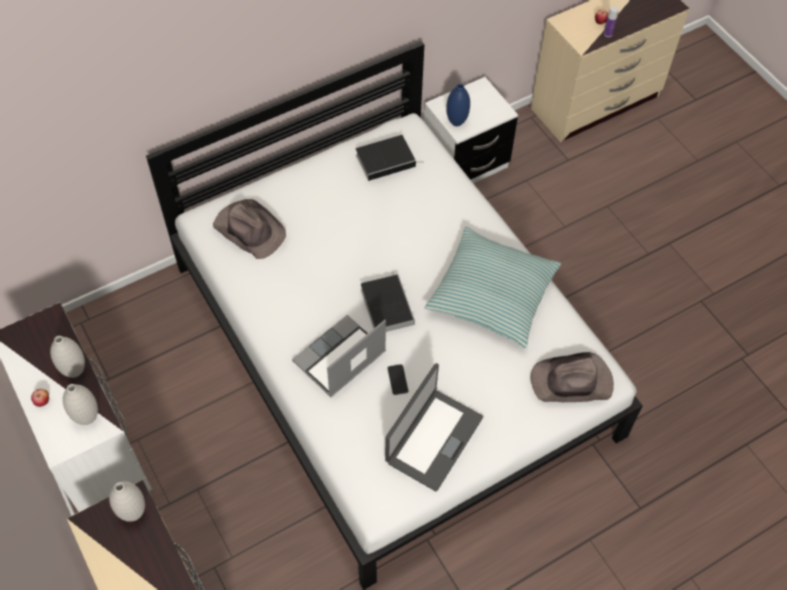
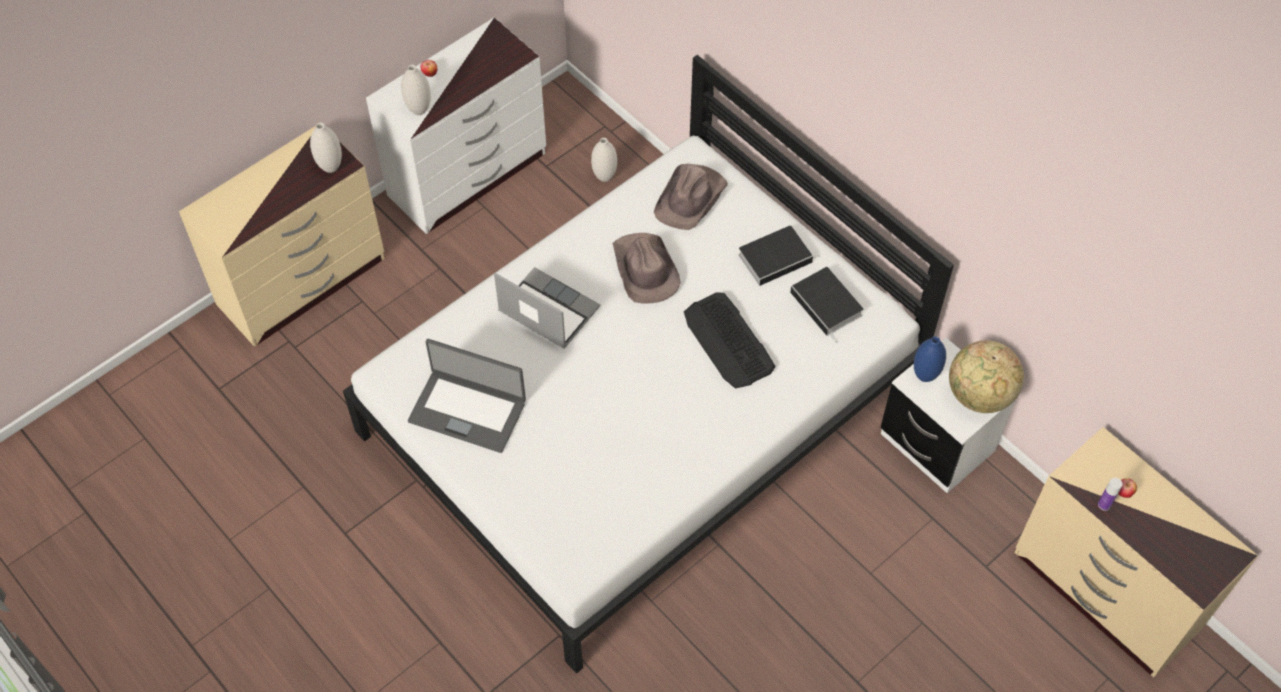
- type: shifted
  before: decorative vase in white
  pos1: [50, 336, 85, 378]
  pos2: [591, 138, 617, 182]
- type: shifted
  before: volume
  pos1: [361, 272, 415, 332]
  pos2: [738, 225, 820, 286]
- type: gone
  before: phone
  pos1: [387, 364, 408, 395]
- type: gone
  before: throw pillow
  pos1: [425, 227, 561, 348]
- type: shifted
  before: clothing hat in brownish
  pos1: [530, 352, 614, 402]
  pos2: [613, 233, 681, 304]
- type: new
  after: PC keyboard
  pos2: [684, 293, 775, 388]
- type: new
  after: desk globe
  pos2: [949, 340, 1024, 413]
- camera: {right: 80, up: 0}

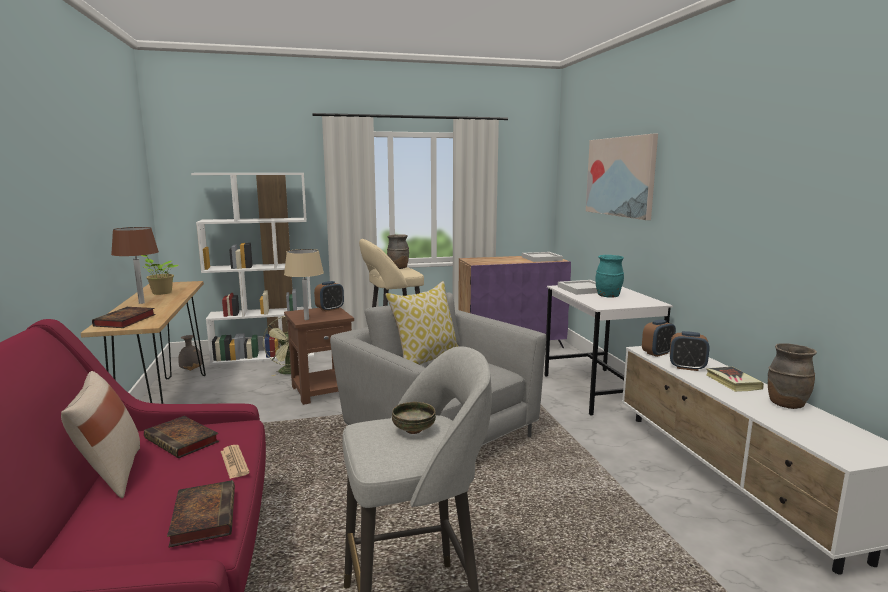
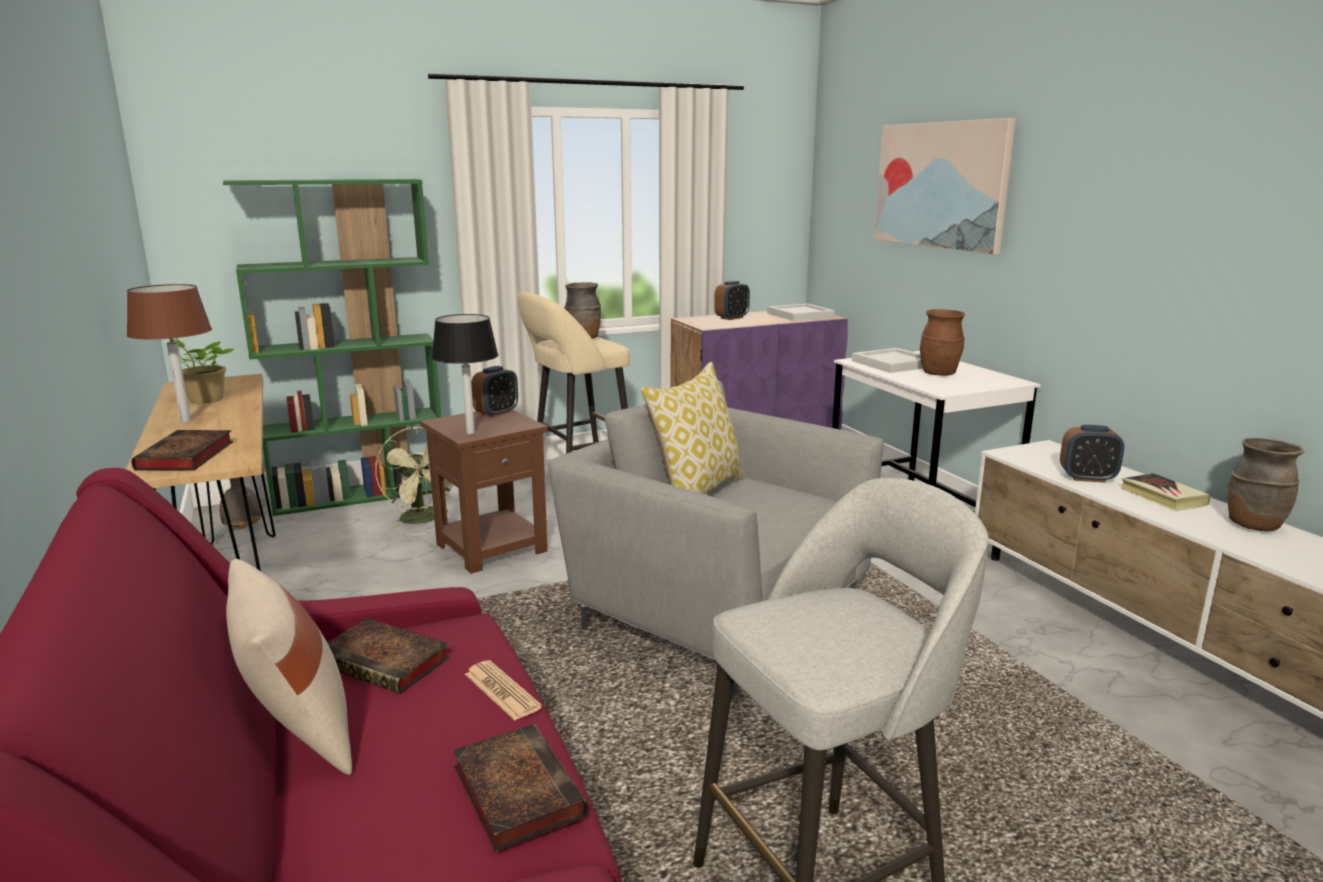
- type: repainted
  before: bookshelf in white
  after: bookshelf in green-coloured
  pos1: [191, 173, 314, 365]
  pos2: [223, 179, 447, 516]
- type: repainted
  before: lamp for a table in beige
  after: lamp for a table in black-coloured
  pos1: [284, 249, 324, 320]
  pos2: [432, 314, 498, 434]
- type: gone
  before: deep dish
  pos1: [392, 402, 436, 434]
- type: repainted
  before: decorative vase in blue-green
  after: decorative vase in brownish
  pos1: [595, 255, 624, 298]
  pos2: [920, 309, 965, 376]
- type: shifted
  before: table clock
  pos1: [642, 319, 676, 357]
  pos2: [714, 281, 750, 320]
- camera: {right: -10, up: 5}

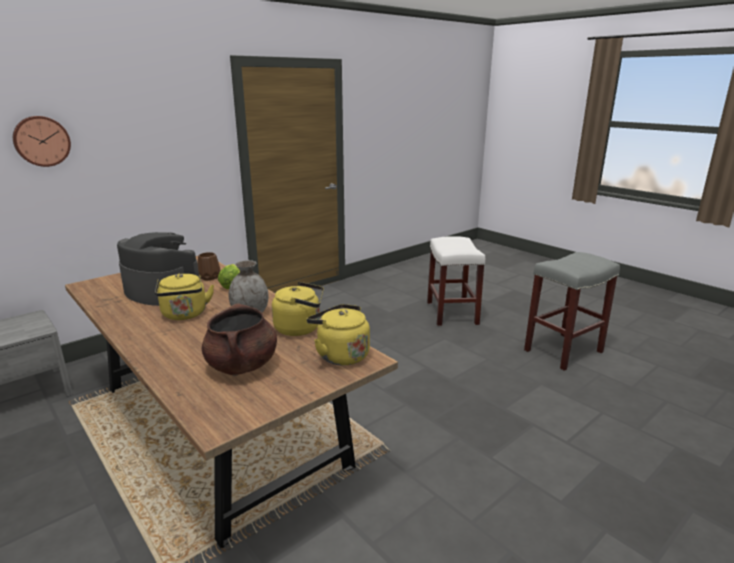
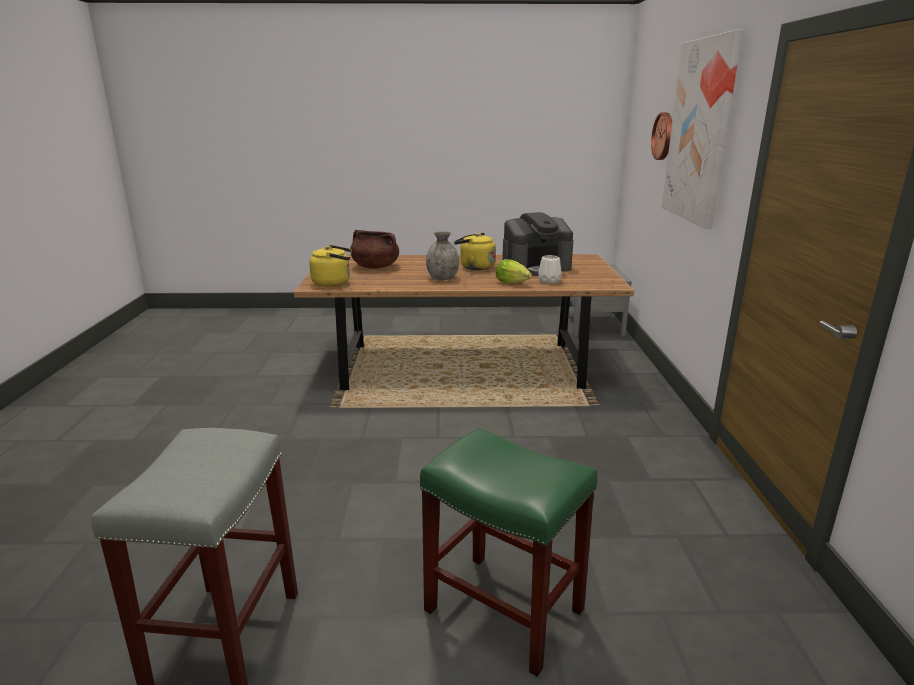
- type: repainted
  before: decorative vase in brownish
  after: decorative vase in white
  pos1: [198, 252, 221, 281]
  pos2: [538, 255, 561, 284]
- type: gone
  before: water kettle in yellowish
  pos1: [272, 282, 324, 336]
- type: repainted
  before: stool seat in white
  after: stool seat in green-coloured
  pos1: [427, 236, 485, 326]
  pos2: [420, 428, 598, 677]
- type: new
  after: picture
  pos2: [662, 29, 743, 229]
- camera: {right: 130, up: 0}

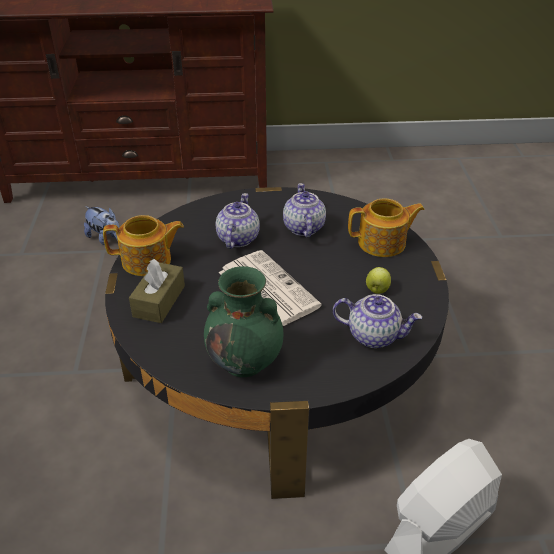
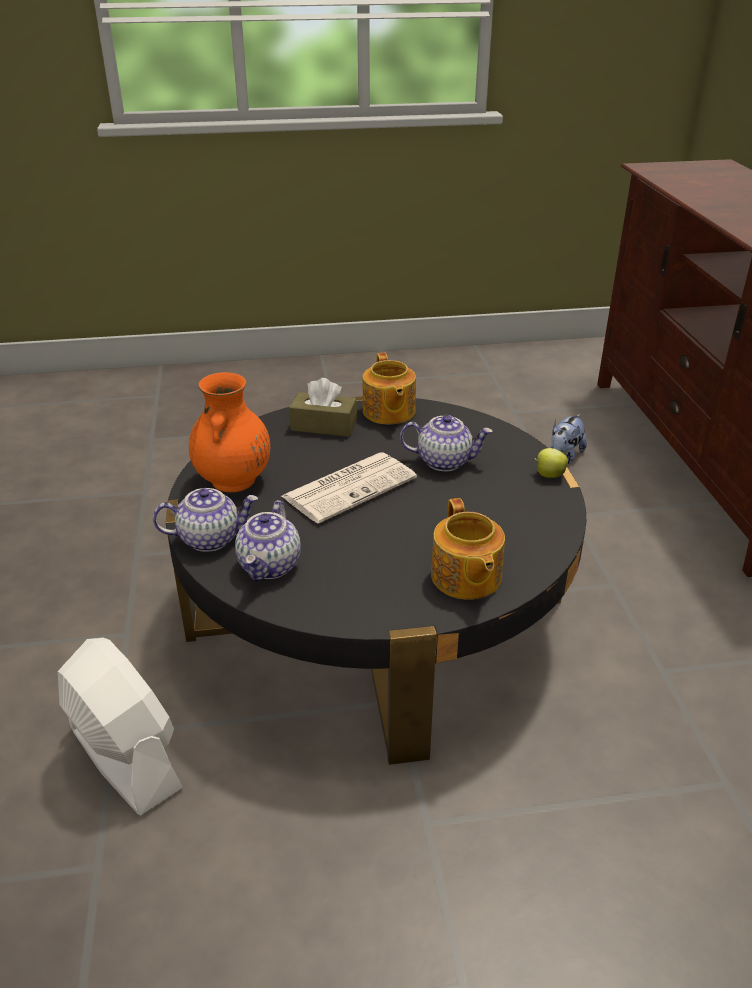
- type: repainted
  before: decorative vase in green-coloured
  after: decorative vase in orange-coloured
  pos1: [204, 266, 284, 377]
  pos2: [189, 372, 270, 492]
- type: shifted
  before: pot for tea
  pos1: [283, 183, 326, 237]
  pos2: [153, 488, 258, 552]
- type: shifted
  before: whole apple
  pos1: [366, 267, 391, 294]
  pos2: [534, 448, 568, 478]
- camera: {right: 85, up: -5}

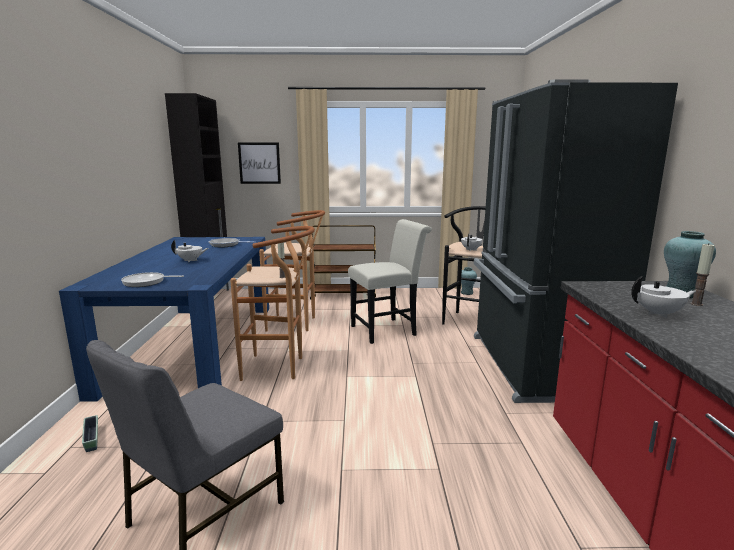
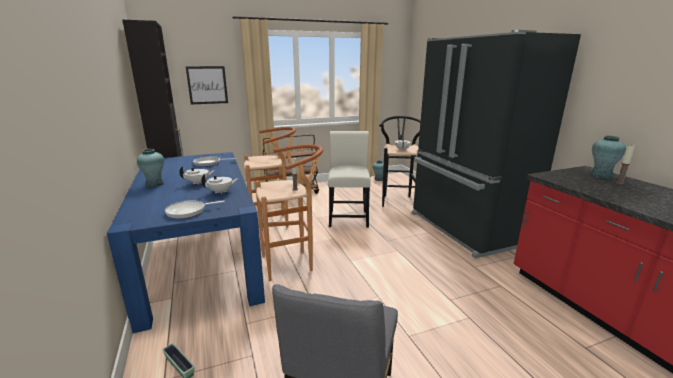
- type: rotated
  before: chair in white
  pos1: [348, 219, 432, 344]
  pos2: [328, 131, 370, 228]
  turn: -45
- type: shifted
  before: pot for tea in white
  pos1: [631, 276, 696, 318]
  pos2: [201, 174, 239, 195]
- type: new
  after: decorative vase in blue-green
  pos2: [137, 149, 164, 187]
- camera: {right: -20, up: 5}

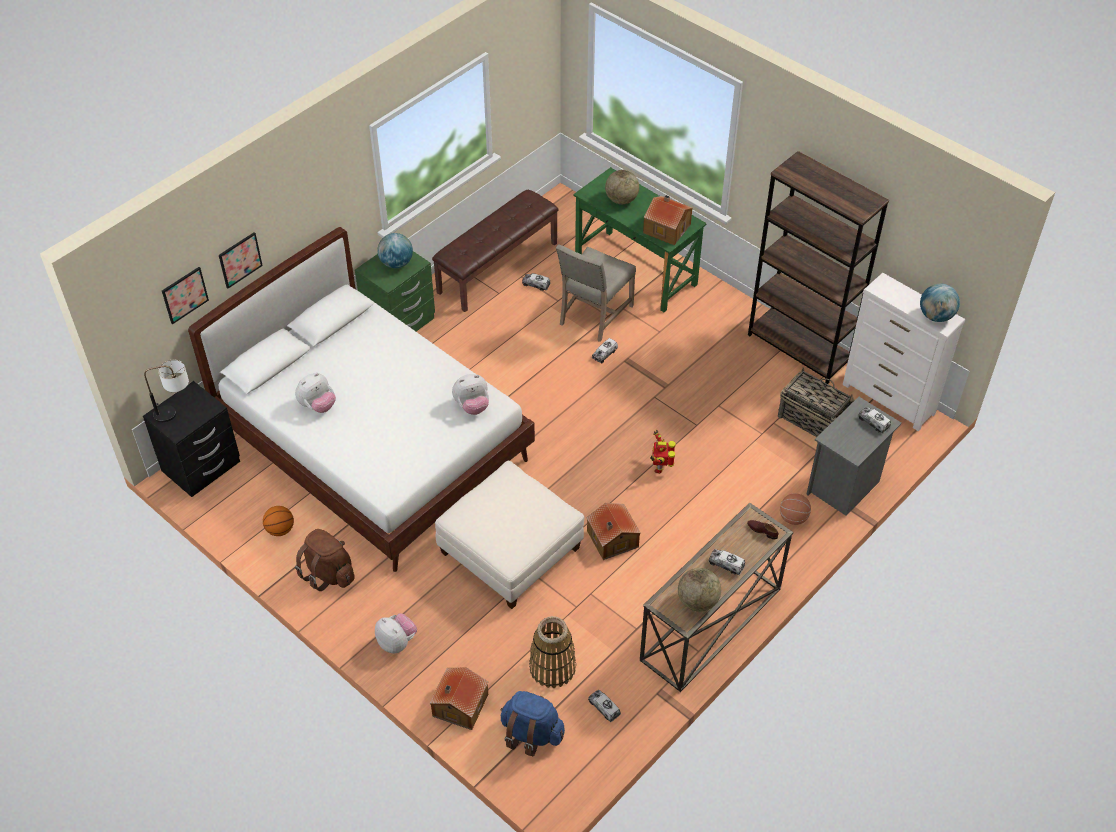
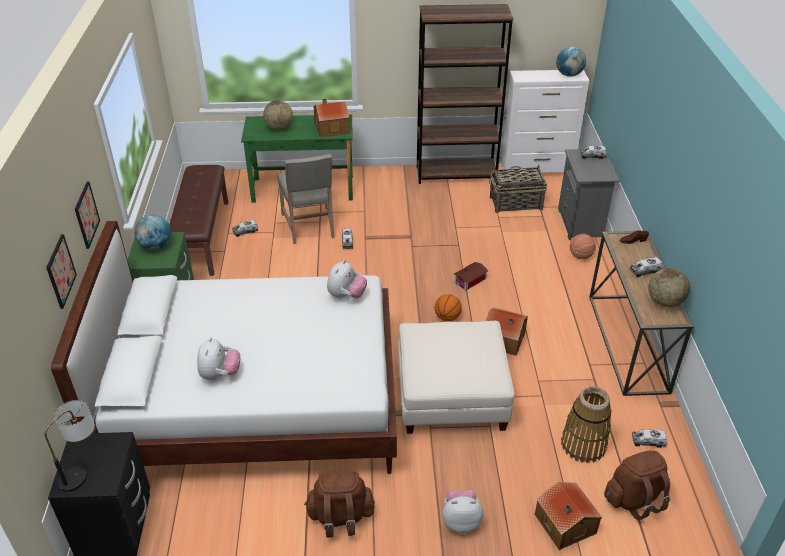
- type: shifted
  before: picture
  pos1: [162, 267, 209, 324]
  pos2: [75, 181, 100, 249]
- type: shifted
  before: ball for basketball
  pos1: [263, 506, 294, 536]
  pos2: [435, 294, 462, 321]
- type: repainted
  before: knapsack in blue-coloured
  after: knapsack in brownish
  pos1: [500, 691, 565, 756]
  pos2: [604, 451, 670, 520]
- type: swapped
  before: model robot
  after: miniature house
  pos1: [650, 430, 675, 473]
  pos2: [454, 262, 488, 290]
- camera: {right: -45, up: -10}

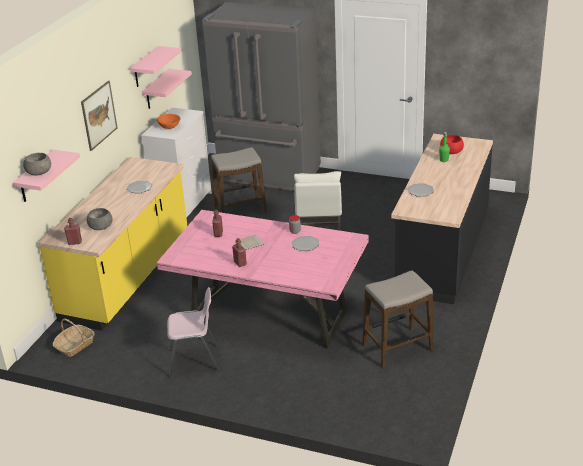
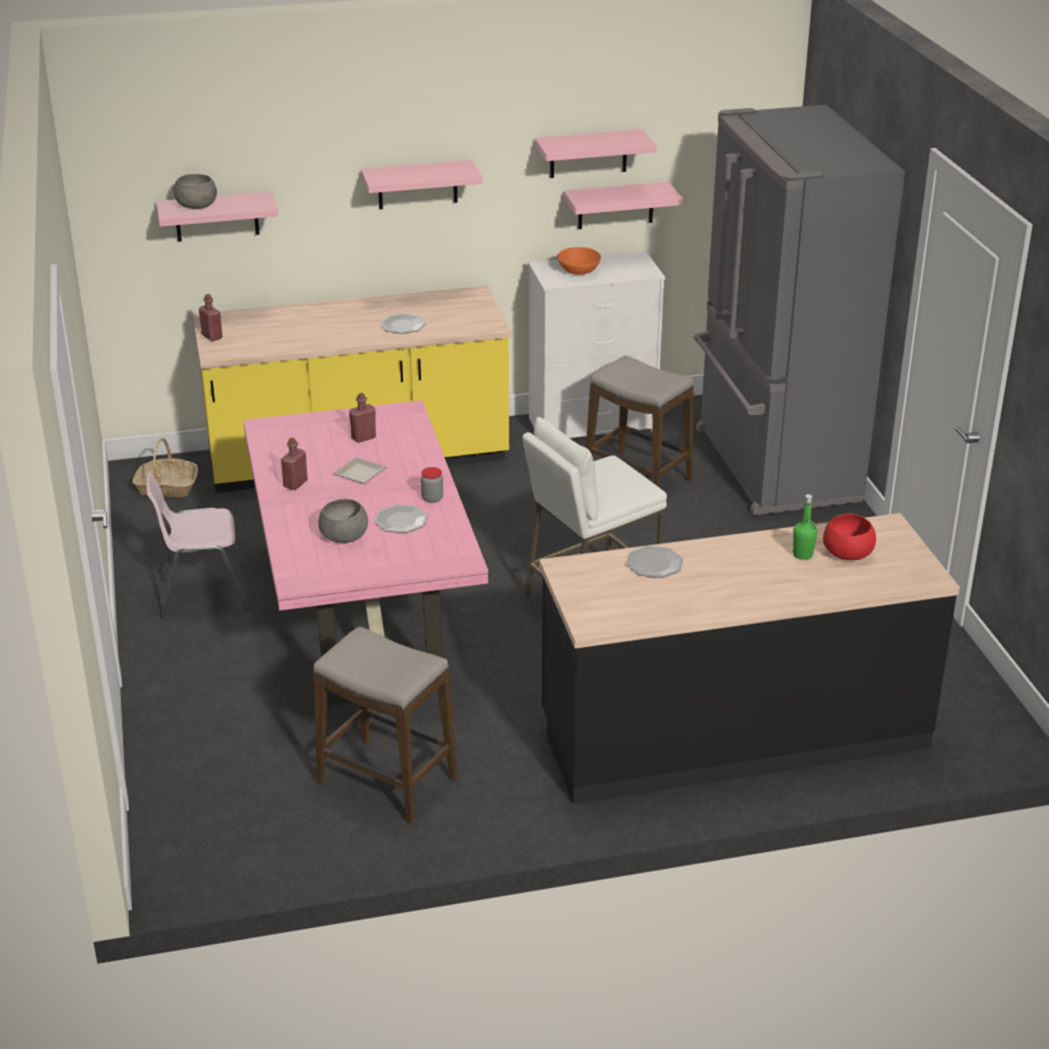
- type: swapped
  before: picture
  after: wall shelf in pinkish
  pos1: [81, 81, 117, 151]
  pos2: [361, 160, 483, 209]
- type: shifted
  before: deep dish in gray
  pos1: [87, 208, 112, 230]
  pos2: [318, 499, 368, 543]
- type: rotated
  before: chair in pinkish
  pos1: [167, 287, 220, 377]
  pos2: [146, 473, 249, 619]
  turn: 120
- camera: {right: 55, up: 0}

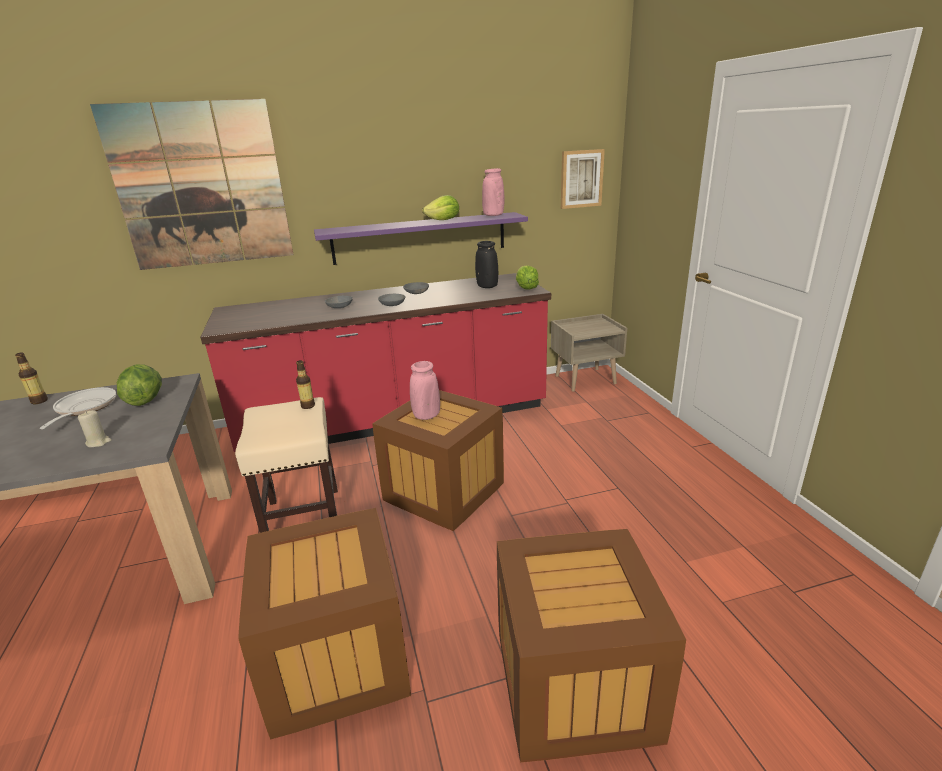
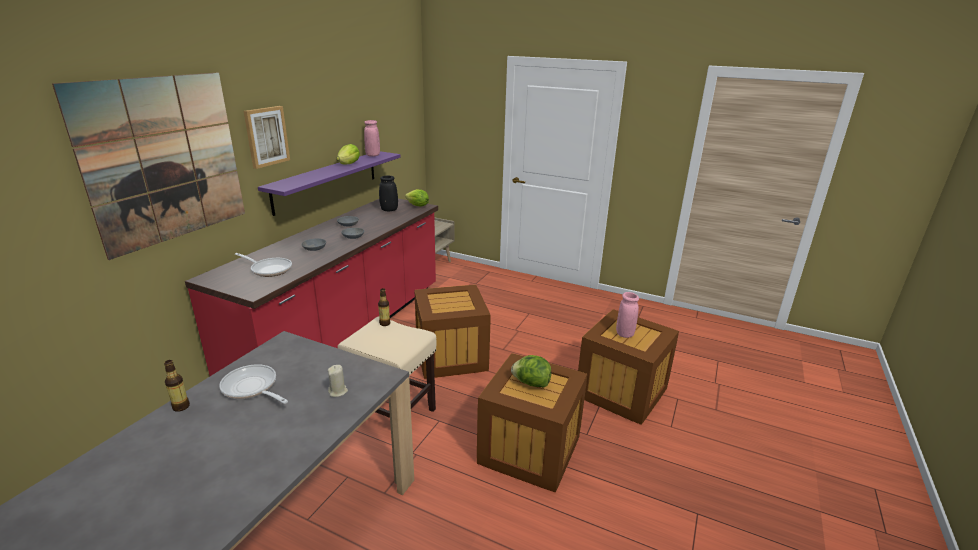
- type: shifted
  before: head of lettuce
  pos1: [117, 364, 162, 406]
  pos2: [511, 355, 551, 388]
- type: shifted
  before: decorative vase in pinkish
  pos1: [410, 361, 440, 420]
  pos2: [616, 292, 639, 338]
- type: shifted
  before: picture
  pos1: [561, 149, 605, 209]
  pos2: [244, 106, 290, 169]
- type: new
  after: skillet
  pos2: [235, 253, 292, 277]
- camera: {right: -50, up: 0}

